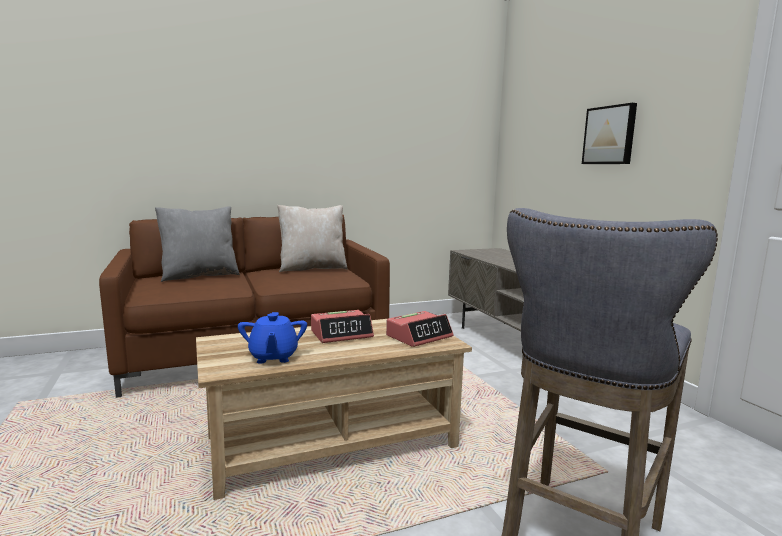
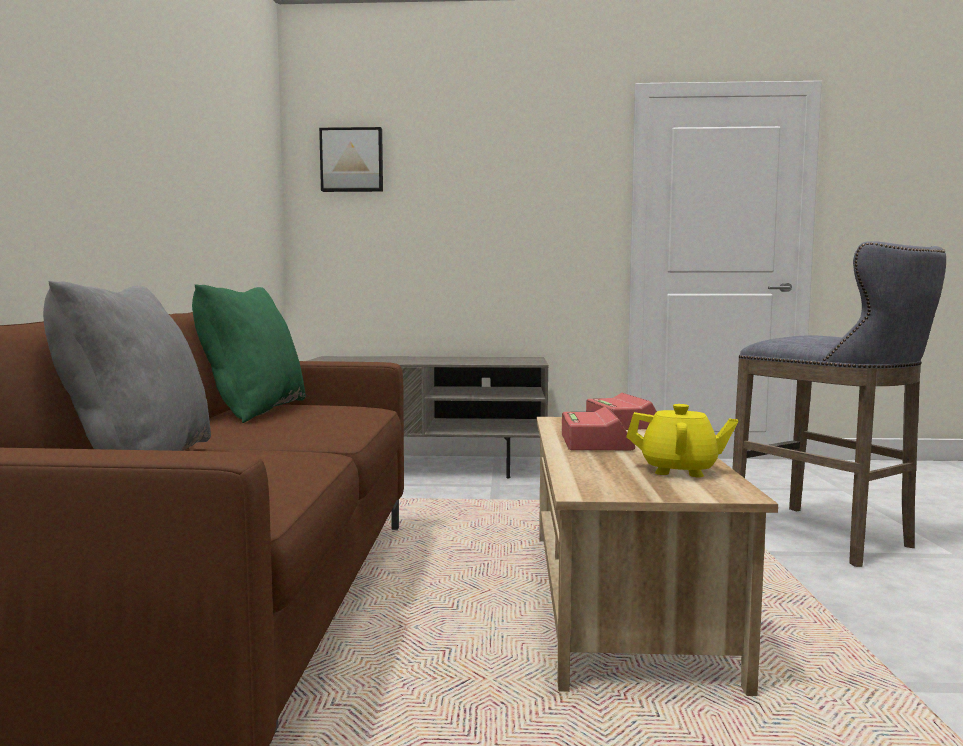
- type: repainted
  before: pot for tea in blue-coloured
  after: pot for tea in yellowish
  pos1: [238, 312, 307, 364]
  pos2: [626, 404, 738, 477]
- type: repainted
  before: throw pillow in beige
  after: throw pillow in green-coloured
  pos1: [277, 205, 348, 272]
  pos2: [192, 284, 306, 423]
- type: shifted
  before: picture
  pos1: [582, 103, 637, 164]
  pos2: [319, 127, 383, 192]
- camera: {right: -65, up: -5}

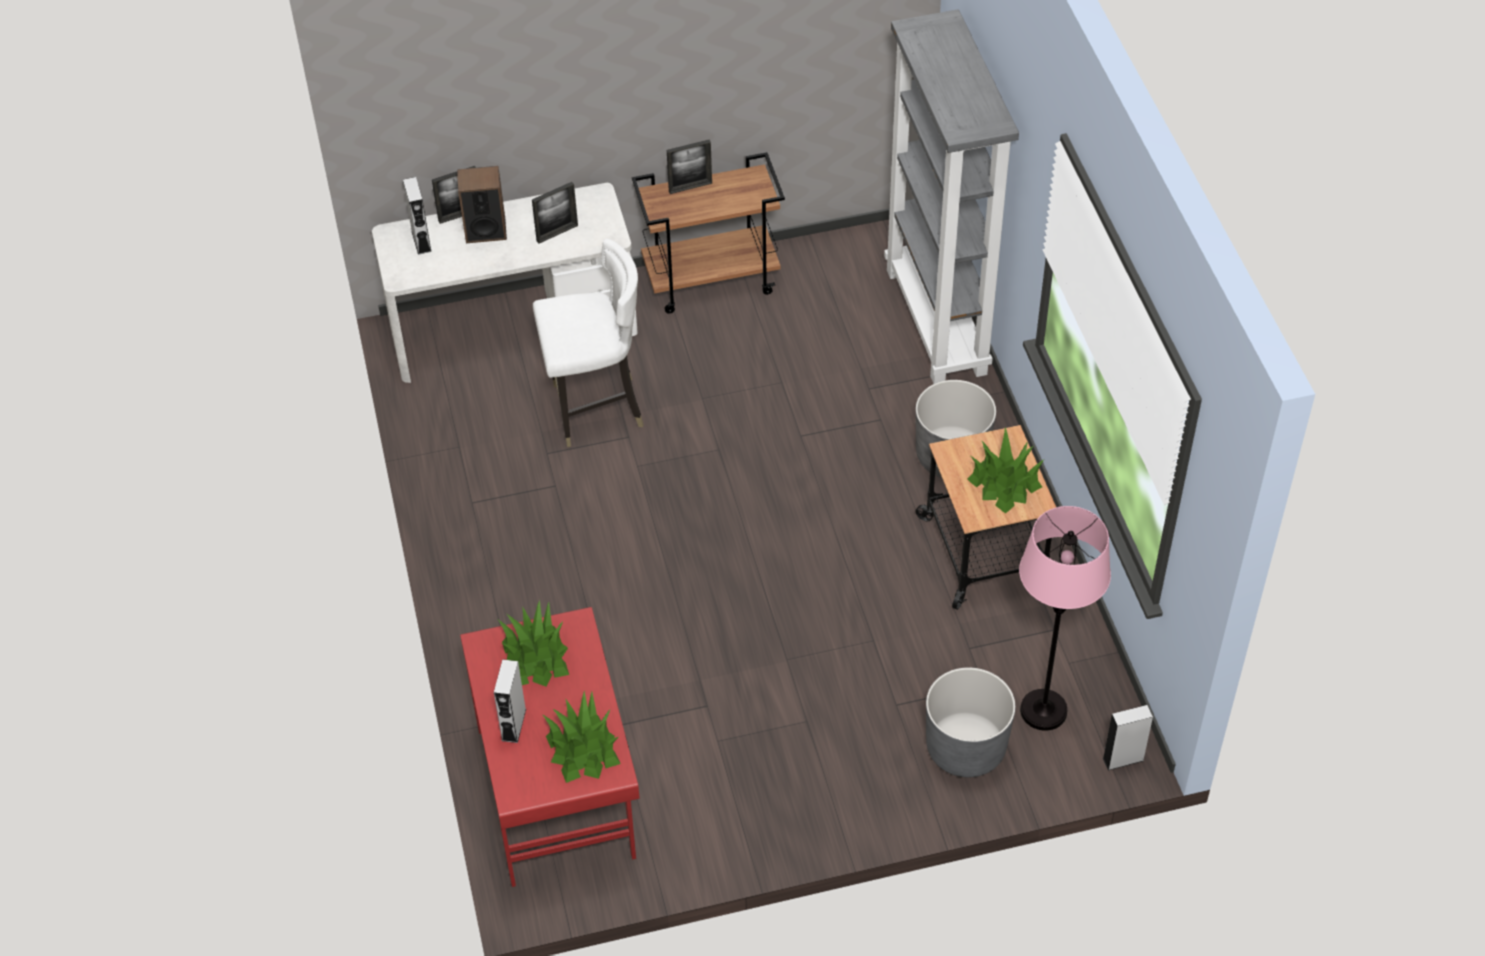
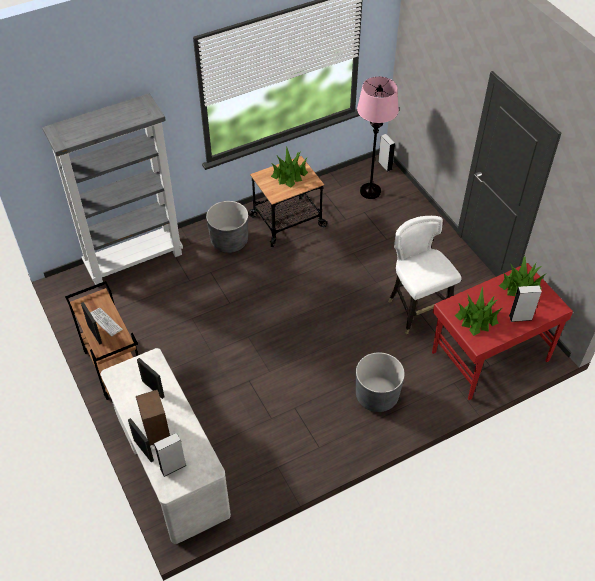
- type: shifted
  before: chair in white
  pos1: [533, 239, 644, 447]
  pos2: [388, 216, 462, 334]
- type: shifted
  before: flower pot in gray
  pos1: [926, 667, 1016, 777]
  pos2: [356, 352, 405, 412]
- type: new
  after: PC keyboard
  pos2: [90, 307, 123, 337]
- camera: {right: -105, up: 0}

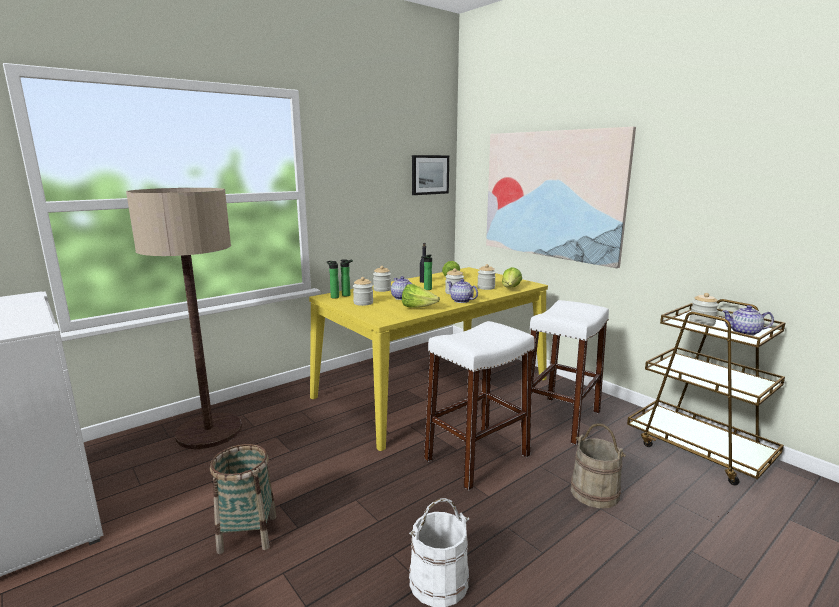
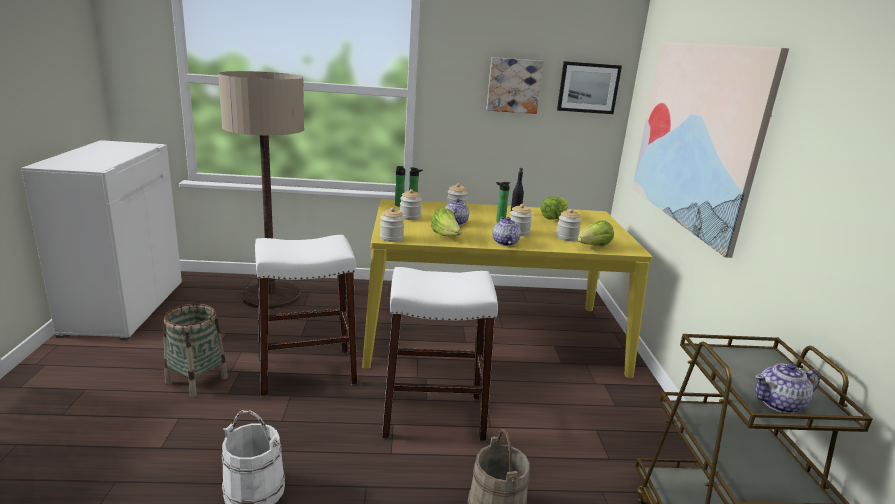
- type: shifted
  before: stool seat in white
  pos1: [520, 300, 609, 445]
  pos2: [255, 235, 357, 396]
- type: shifted
  before: preserve jar
  pos1: [689, 293, 719, 326]
  pos2: [380, 207, 405, 242]
- type: rotated
  before: pot for tea
  pos1: [722, 305, 774, 336]
  pos2: [755, 363, 820, 414]
  turn: -60
- type: new
  after: picture
  pos2: [487, 57, 543, 114]
- camera: {right: 35, up: 5}

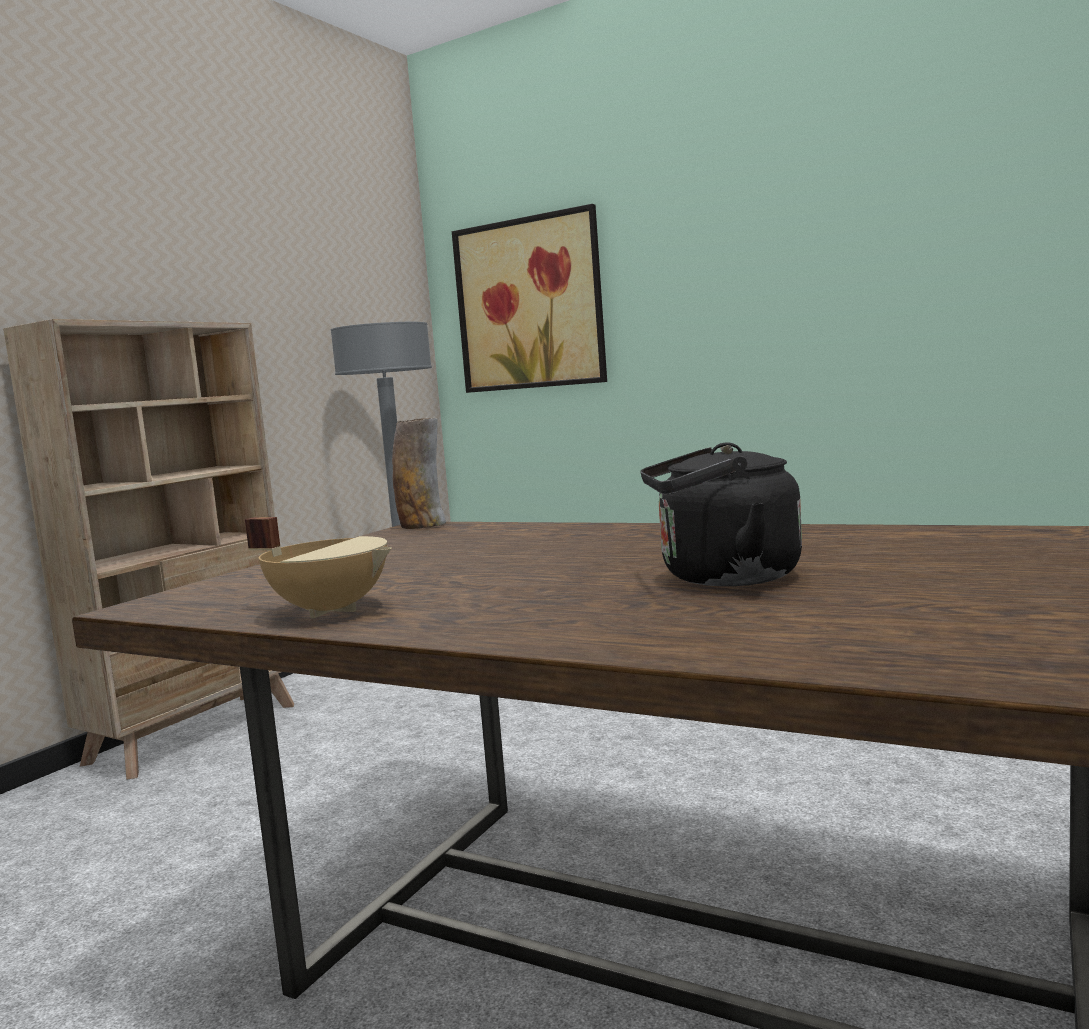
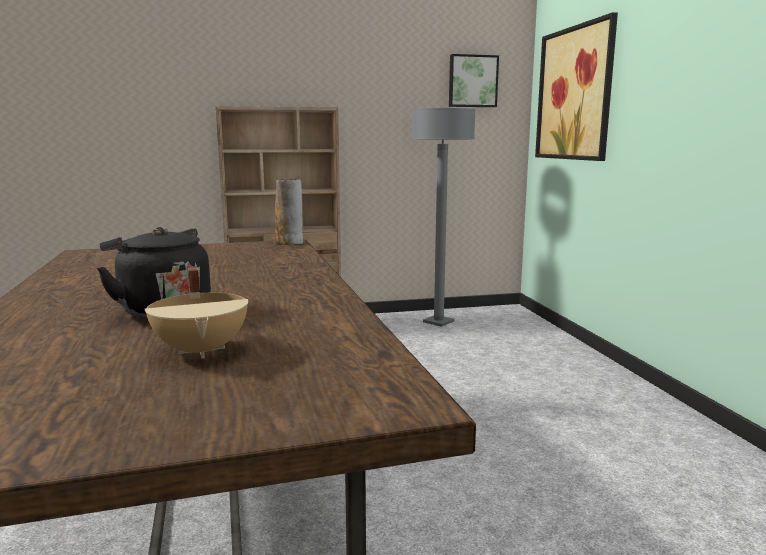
- type: shifted
  before: saucepot in beige
  pos1: [245, 517, 392, 618]
  pos2: [145, 266, 248, 359]
- type: new
  after: picture
  pos2: [449, 54, 499, 107]
- camera: {right: 45, up: 5}

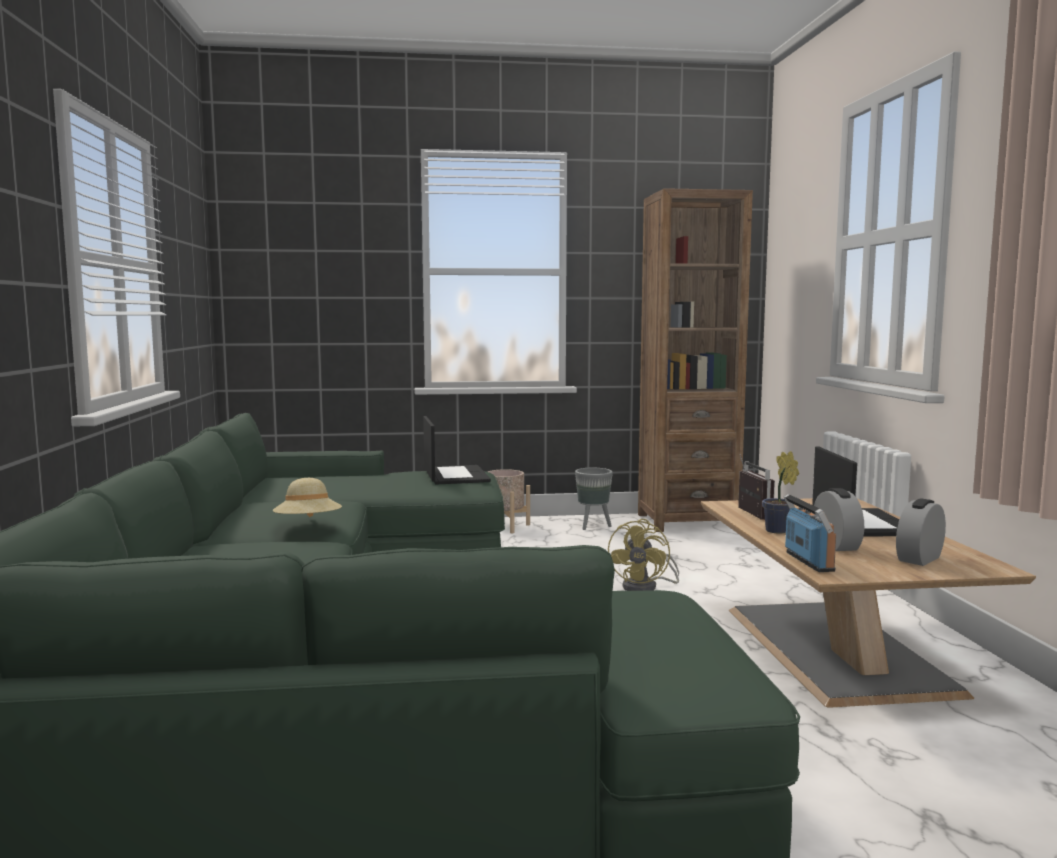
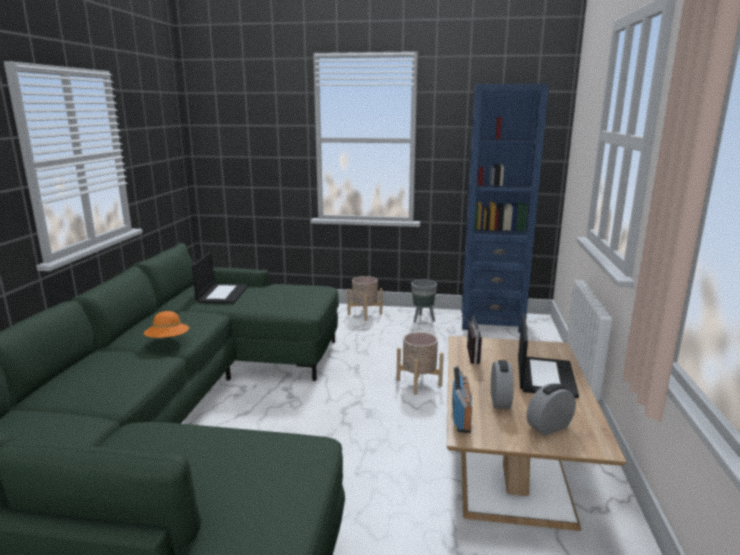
- type: repainted
  before: clothing hat in beige
  after: clothing hat in orange-coloured
  pos1: [272, 478, 342, 517]
  pos2: [144, 311, 189, 338]
- type: shifted
  before: portable computer
  pos1: [423, 416, 491, 485]
  pos2: [192, 251, 248, 304]
- type: swapped
  before: fan in yellowish
  after: flower pot in beige
  pos1: [608, 519, 679, 591]
  pos2: [397, 332, 444, 395]
- type: repainted
  before: bookshelf in brownish
  after: bookshelf in blue-coloured
  pos1: [638, 188, 753, 532]
  pos2: [461, 84, 549, 333]
- type: gone
  before: potted plant
  pos1: [762, 451, 799, 533]
- camera: {right: 15, up: 10}

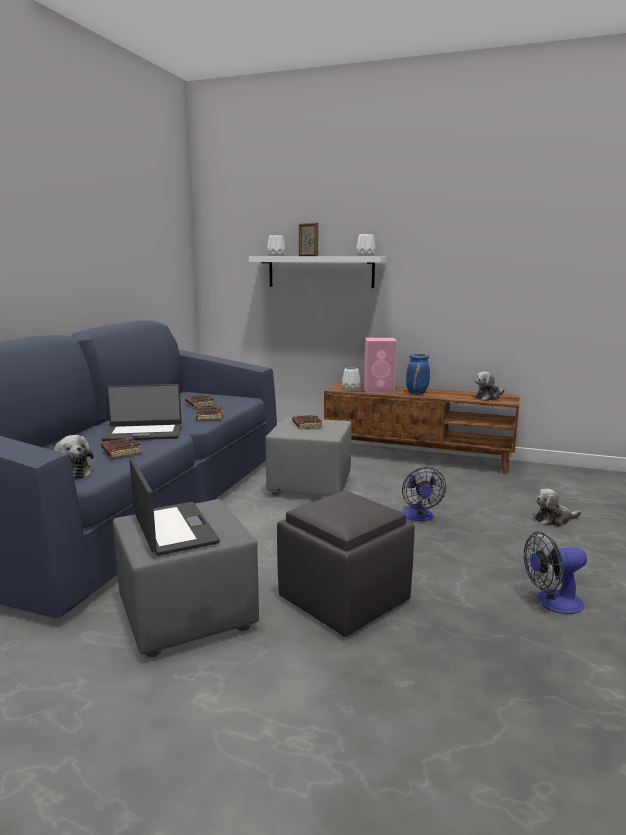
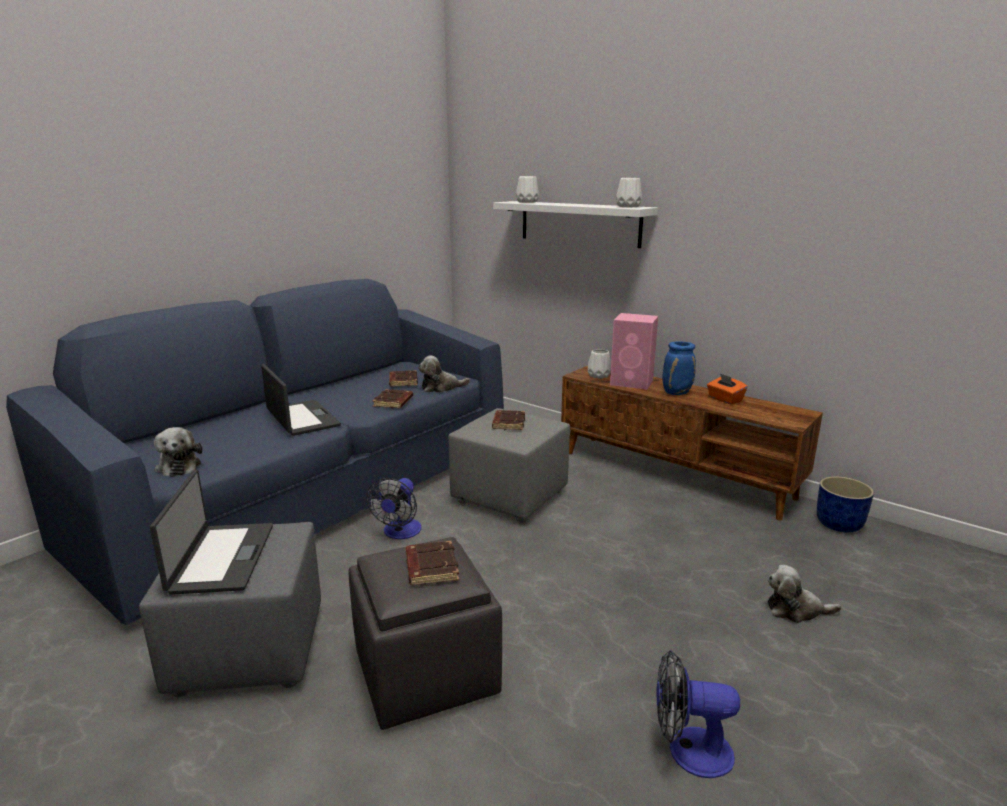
- type: shifted
  before: volume in brownish
  pos1: [101, 437, 142, 458]
  pos2: [406, 541, 459, 586]
- type: rotated
  before: portable computer
  pos1: [102, 384, 182, 441]
  pos2: [261, 364, 341, 436]
  turn: -135
- type: gone
  before: standing frame
  pos1: [299, 223, 319, 256]
- type: shifted
  before: fan
  pos1: [402, 467, 446, 521]
  pos2: [366, 478, 421, 539]
- type: shifted
  before: cuddly toy
  pos1: [475, 372, 504, 401]
  pos2: [418, 356, 470, 392]
- type: new
  after: tissue holder in orange-coloured
  pos2: [707, 373, 747, 404]
- type: new
  after: flower pot in blue-coloured
  pos2: [817, 476, 874, 533]
- camera: {right: 20, up: 5}

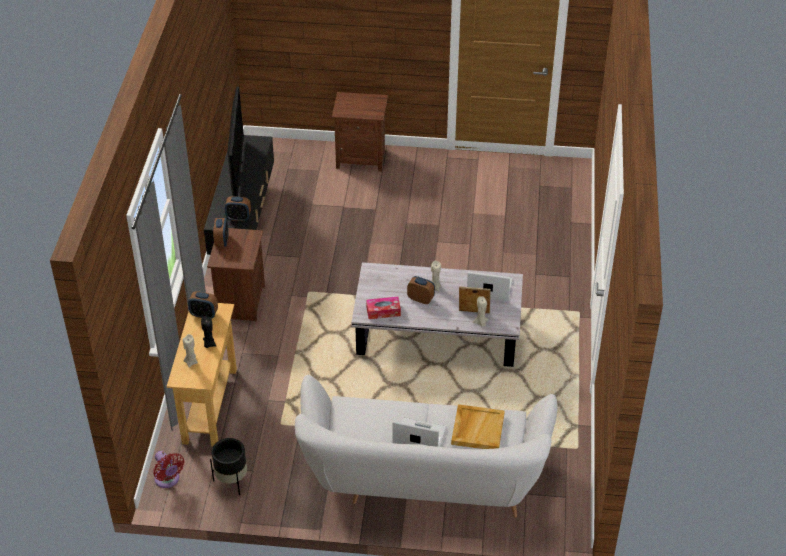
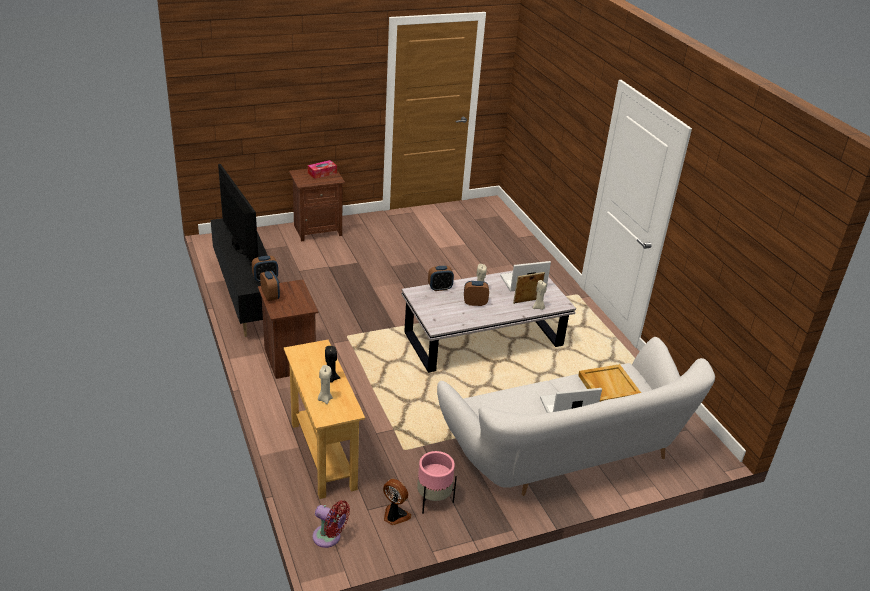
- type: shifted
  before: table clock
  pos1: [188, 291, 218, 319]
  pos2: [428, 266, 454, 291]
- type: swapped
  before: flower pot in black-coloured
  after: fan
  pos1: [210, 438, 247, 495]
  pos2: [383, 479, 412, 525]
- type: shifted
  before: tissue holder
  pos1: [366, 297, 401, 319]
  pos2: [308, 160, 337, 179]
- type: new
  after: flower pot in pinkish
  pos2: [417, 451, 457, 514]
- camera: {right: -30, up: -10}

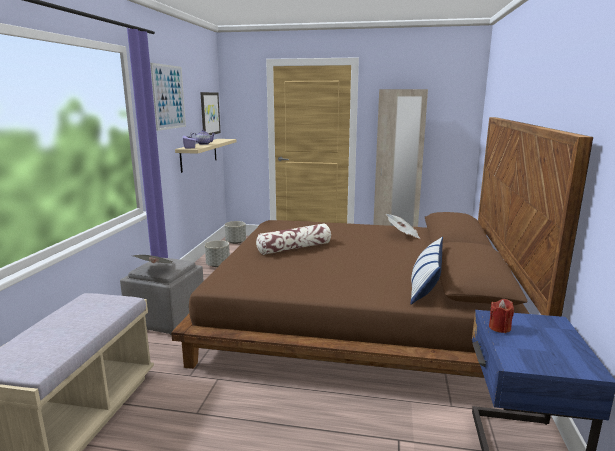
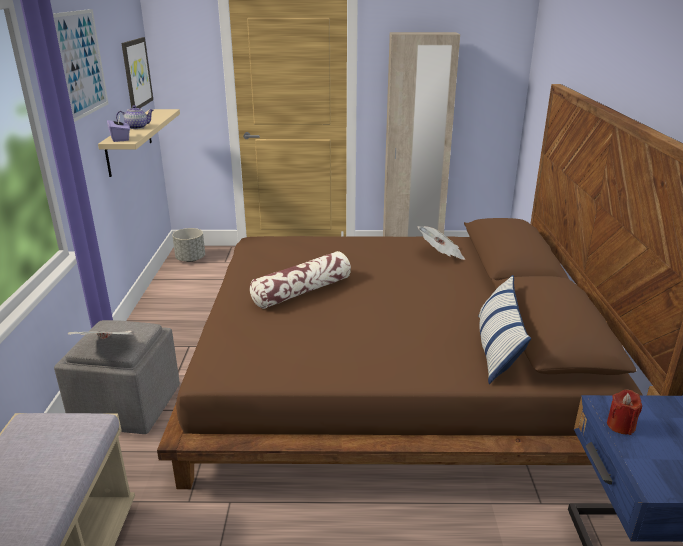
- type: gone
  before: flower pot in gray
  pos1: [205, 240, 230, 267]
- camera: {right: -10, up: 10}

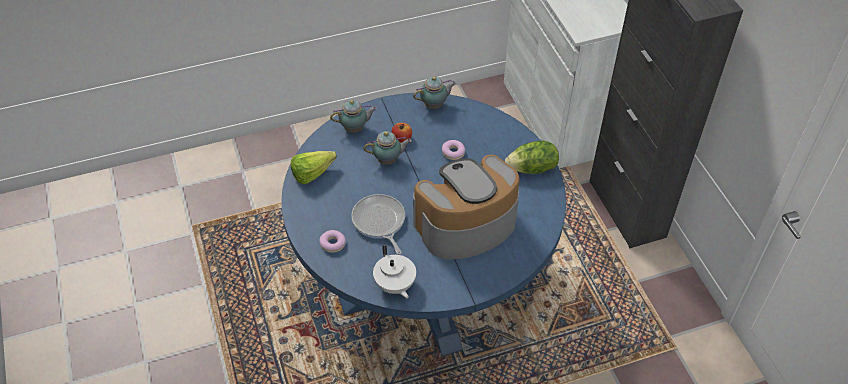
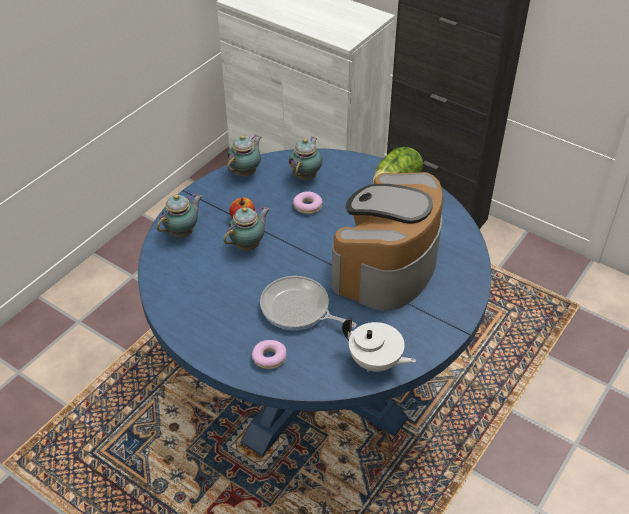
- type: gone
  before: head of lettuce
  pos1: [291, 151, 337, 185]
- type: new
  after: pot for tea
  pos2: [289, 136, 322, 180]
- camera: {right: -35, up: -5}

